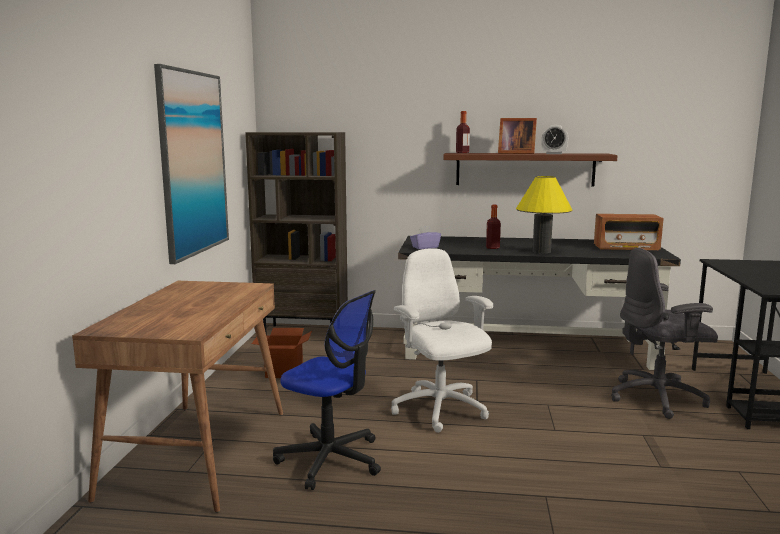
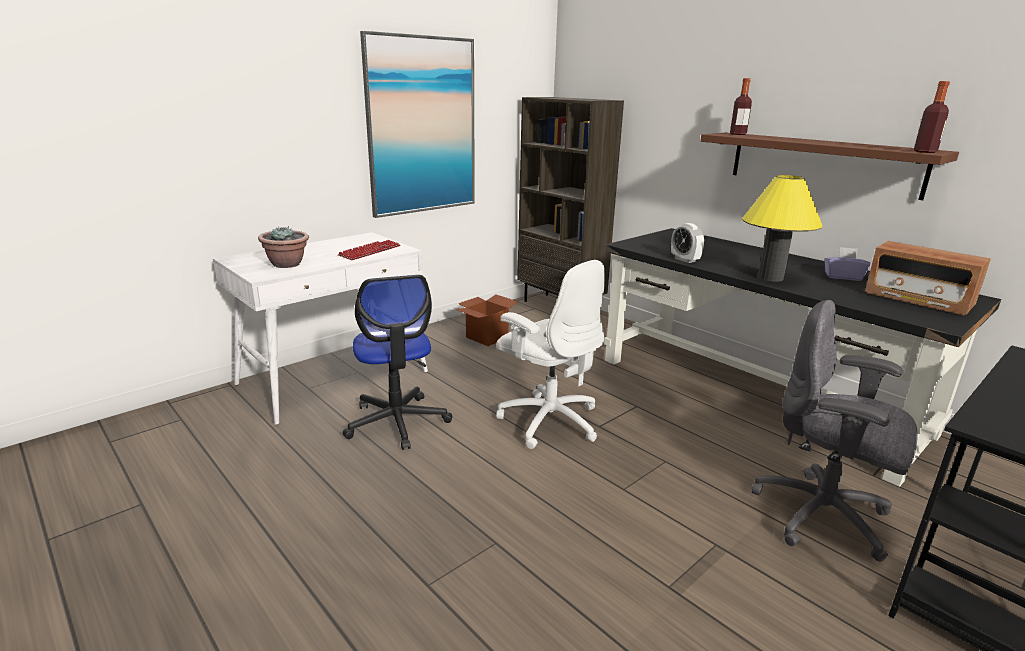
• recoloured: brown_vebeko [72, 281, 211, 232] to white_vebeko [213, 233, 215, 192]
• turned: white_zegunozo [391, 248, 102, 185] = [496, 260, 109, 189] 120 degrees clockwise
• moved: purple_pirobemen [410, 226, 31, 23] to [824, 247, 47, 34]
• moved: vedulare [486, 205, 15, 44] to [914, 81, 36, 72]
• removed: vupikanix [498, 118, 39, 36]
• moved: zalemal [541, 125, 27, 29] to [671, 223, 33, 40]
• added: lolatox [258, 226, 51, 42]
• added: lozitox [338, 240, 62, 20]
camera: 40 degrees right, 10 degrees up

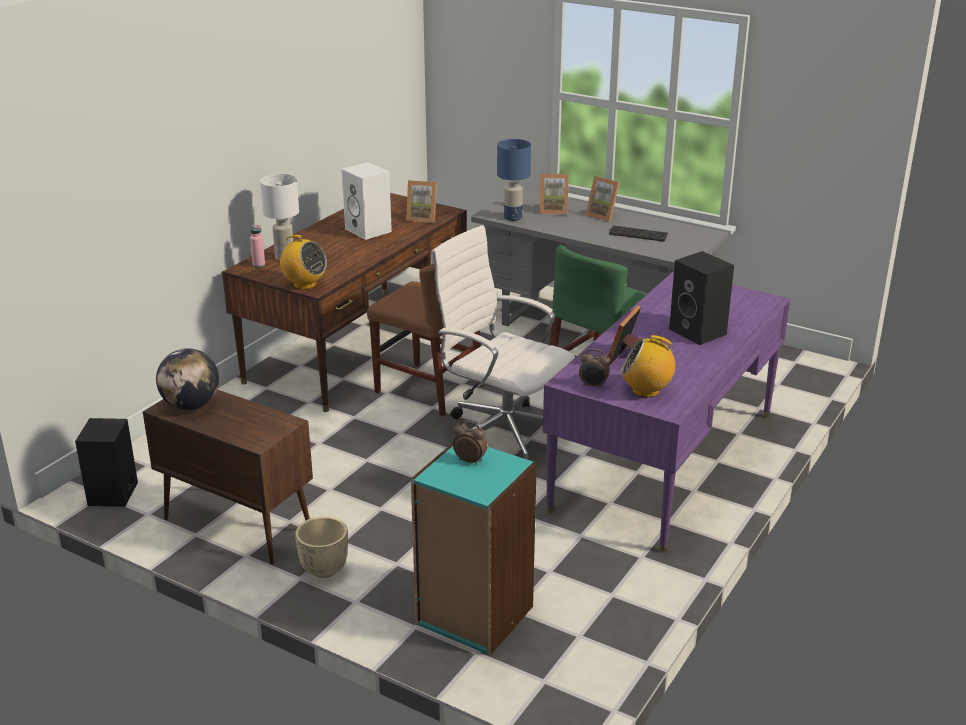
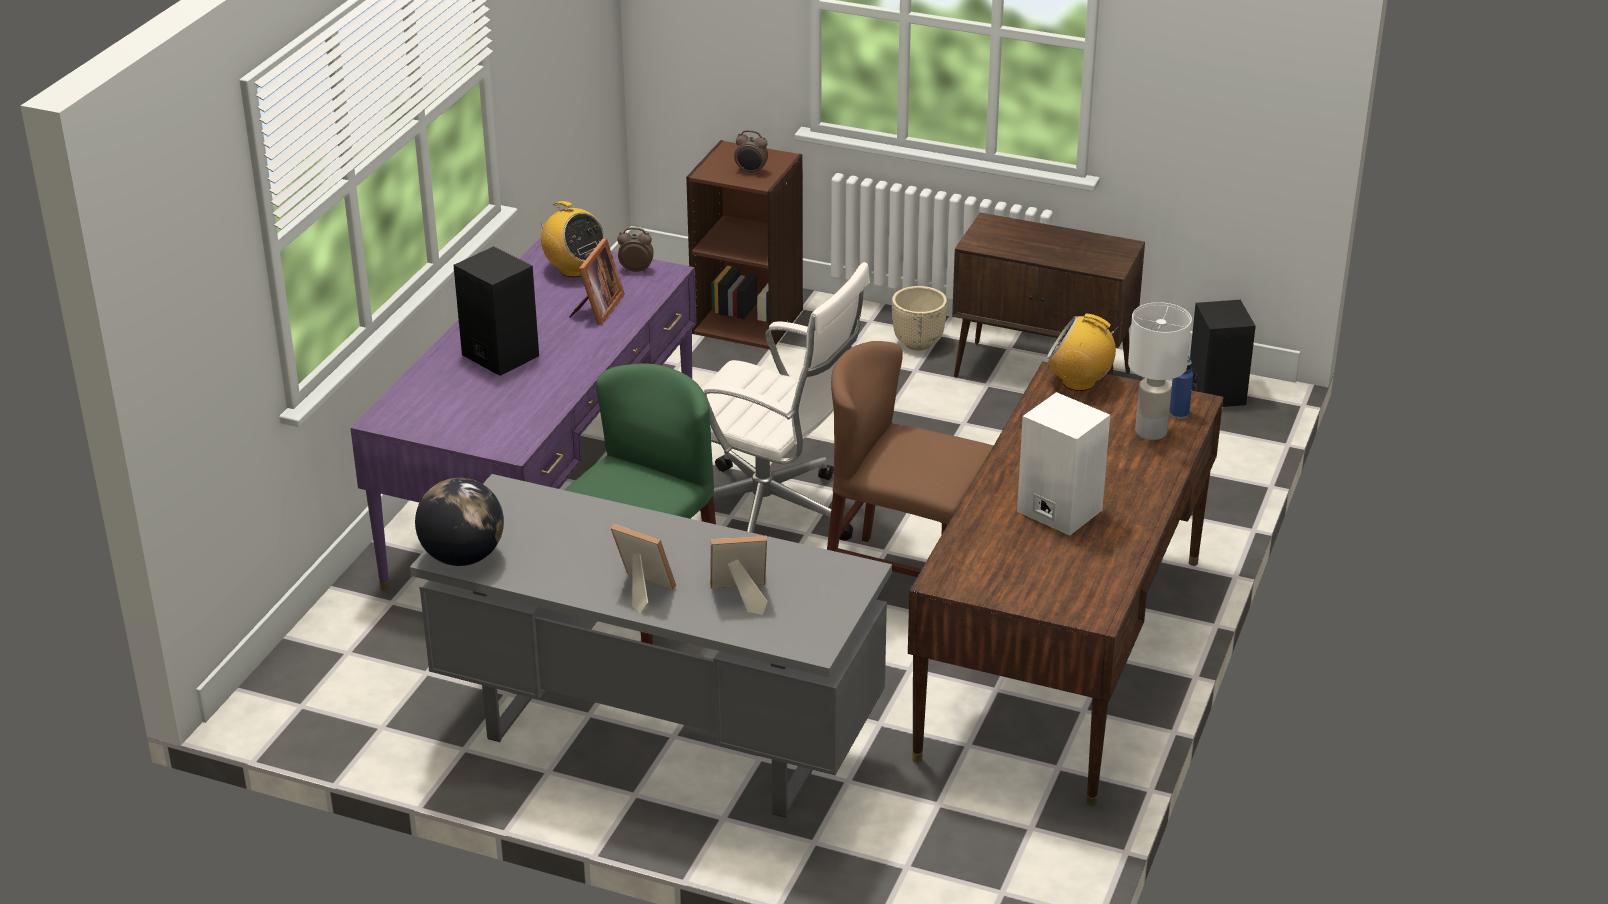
• moved: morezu [156, 348, 63, 62] to [415, 478, 89, 88]
• recoloured: pink_vedulare [250, 225, 15, 42] to blue_vedulare [1169, 356, 24, 63]
• removed: vupikanix [406, 180, 31, 43]
• recoloured: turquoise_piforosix [411, 443, 126, 213] to brown_piforosix [686, 140, 117, 210]
• removed: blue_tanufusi [497, 139, 34, 82]
• removed: lozitox [609, 226, 59, 16]
• turned: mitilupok [621, 335, 58, 63] = [536, 201, 69, 76] 45 degrees clockwise
camera: 170 degrees right, 5 degrees up

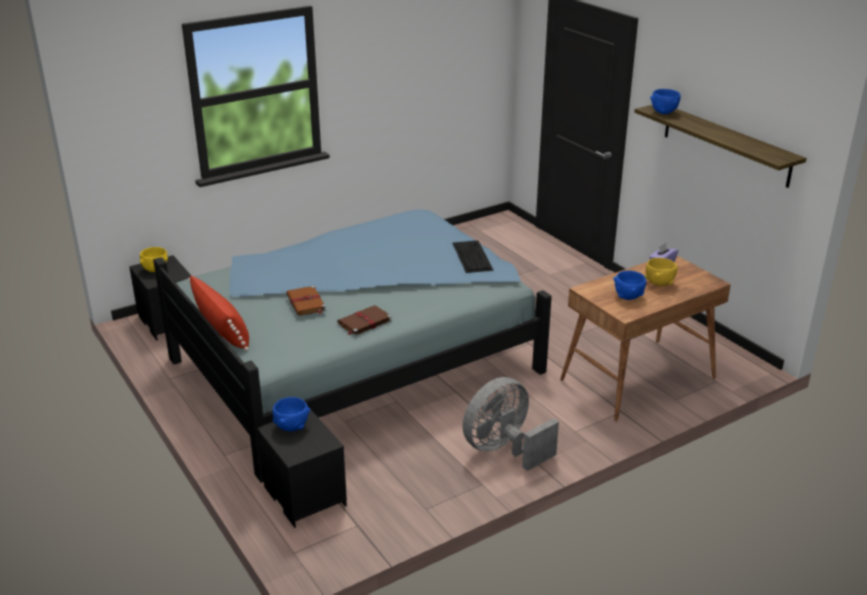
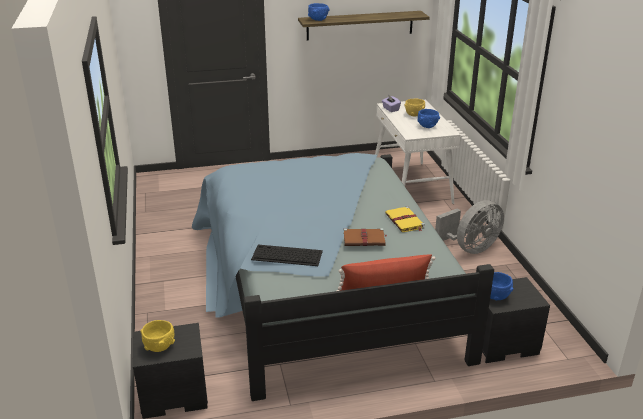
• recoloured: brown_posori [337, 305, 55, 31] to yellow_posori [385, 206, 40, 26]
• moved: lozitox [452, 240, 41, 33] to [251, 245, 72, 21]
• turned: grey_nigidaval [463, 377, 96, 94] = [435, 200, 69, 54] 105 degrees counterclockwise
• recoloured: brown_vebeko [560, 256, 171, 166] to white_vebeko [375, 100, 85, 104]
camera: 70 degrees left, 0 degrees up

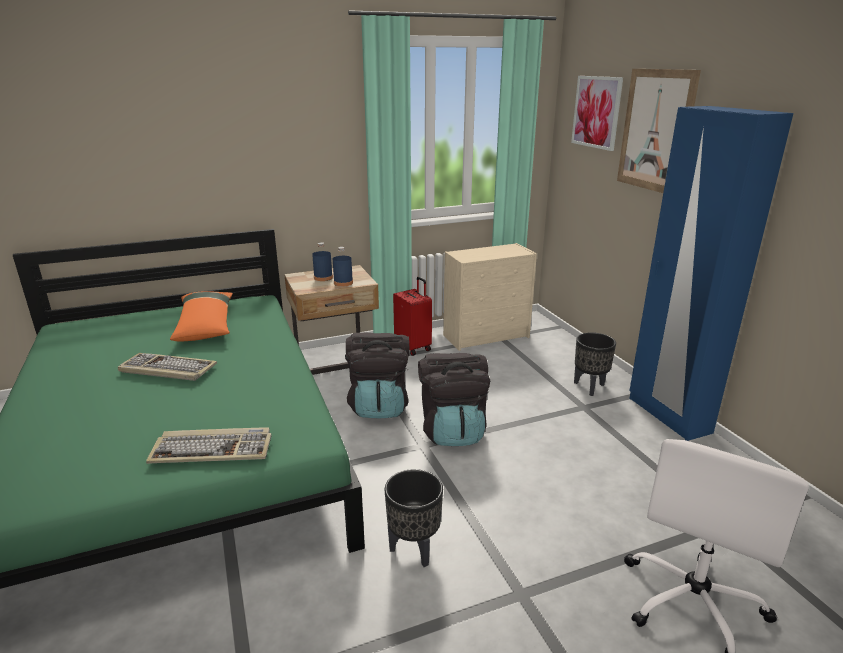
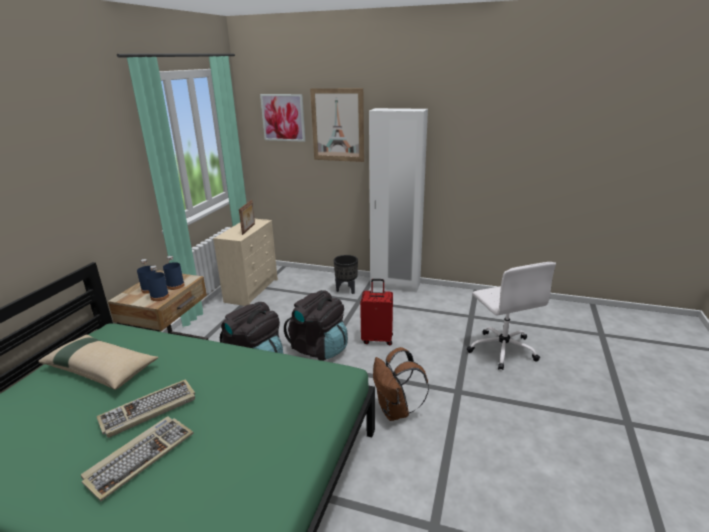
• moved: lozitox [146, 427, 126, 37] to [81, 416, 112, 85]
• recoloured: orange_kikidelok [170, 291, 63, 50] to beige_kikidelok [38, 334, 121, 56]
• replaced: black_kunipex [385, 469, 58, 98] to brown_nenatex [373, 347, 56, 74]
• moved: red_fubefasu [393, 277, 39, 79] to [360, 279, 33, 67]
• recoloured: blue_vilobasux [629, 106, 165, 335] to white_vilobasux [369, 108, 59, 184]
• added: blue_vedulare [146, 265, 23, 36]
• added: vupikanix [239, 200, 16, 35]
camera: 50 degrees left, 0 degrees up

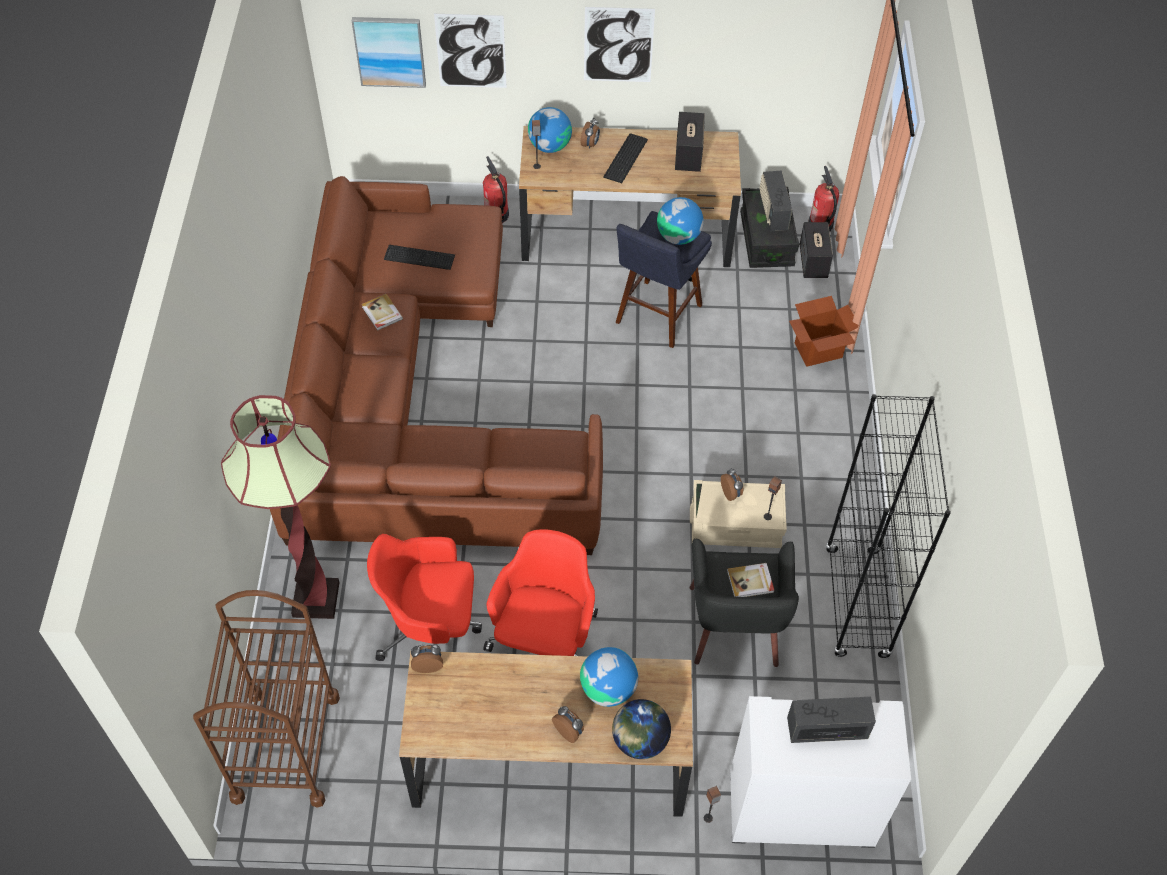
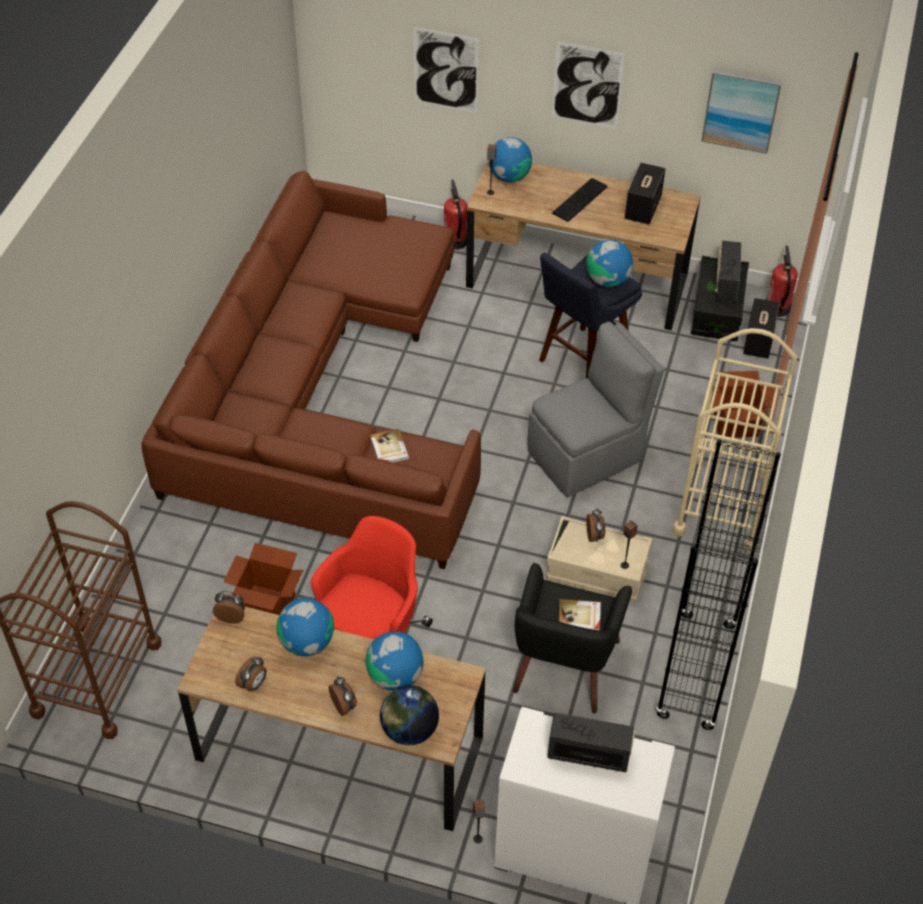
• removed: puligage [221, 395, 118, 224]
• moved: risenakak [352, 17, 74, 71] to [702, 70, 80, 84]
• moved: posori [361, 294, 42, 37] to [370, 429, 39, 34]
• replaced: red_zegunozo [367, 534, 115, 127] to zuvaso [223, 543, 80, 72]
• removed: lozitox [384, 245, 71, 25]
• moved: zalemal [581, 118, 19, 31] to [235, 657, 31, 34]
• added: morezu [276, 598, 58, 58]
• added: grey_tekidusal [528, 322, 137, 175]
• added: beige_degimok [672, 328, 125, 225]
camera: 15 degrees right, 5 degrees down

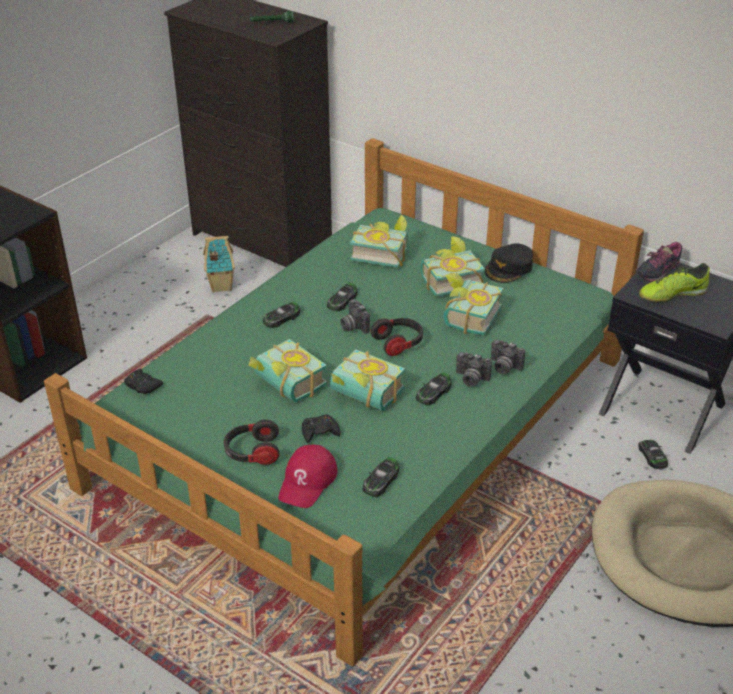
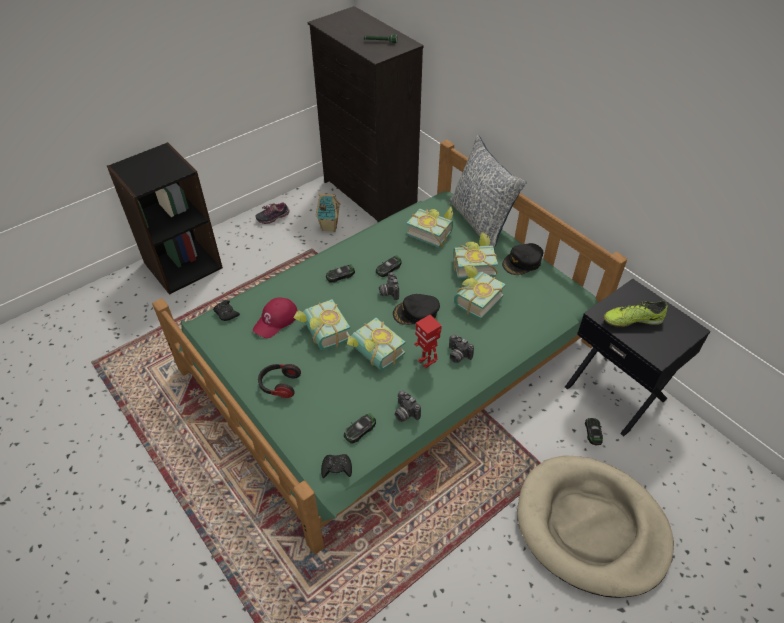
• moved: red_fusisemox [278, 445, 60, 63] to [253, 297, 45, 41]
• moved: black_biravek [302, 414, 39, 29] to [321, 454, 31, 24]
• replaced: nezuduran [370, 318, 53, 38] to black_fusisemox [393, 294, 47, 31]
• replaced: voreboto [416, 372, 36, 33] to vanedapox [414, 315, 28, 54]
• moved: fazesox [491, 339, 34, 35] to [395, 390, 26, 32]
• moved: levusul [636, 242, 46, 41] to [255, 202, 35, 22]
• added: kikidelok [449, 135, 78, 114]
camera: 15 degrees right, 10 degrees up

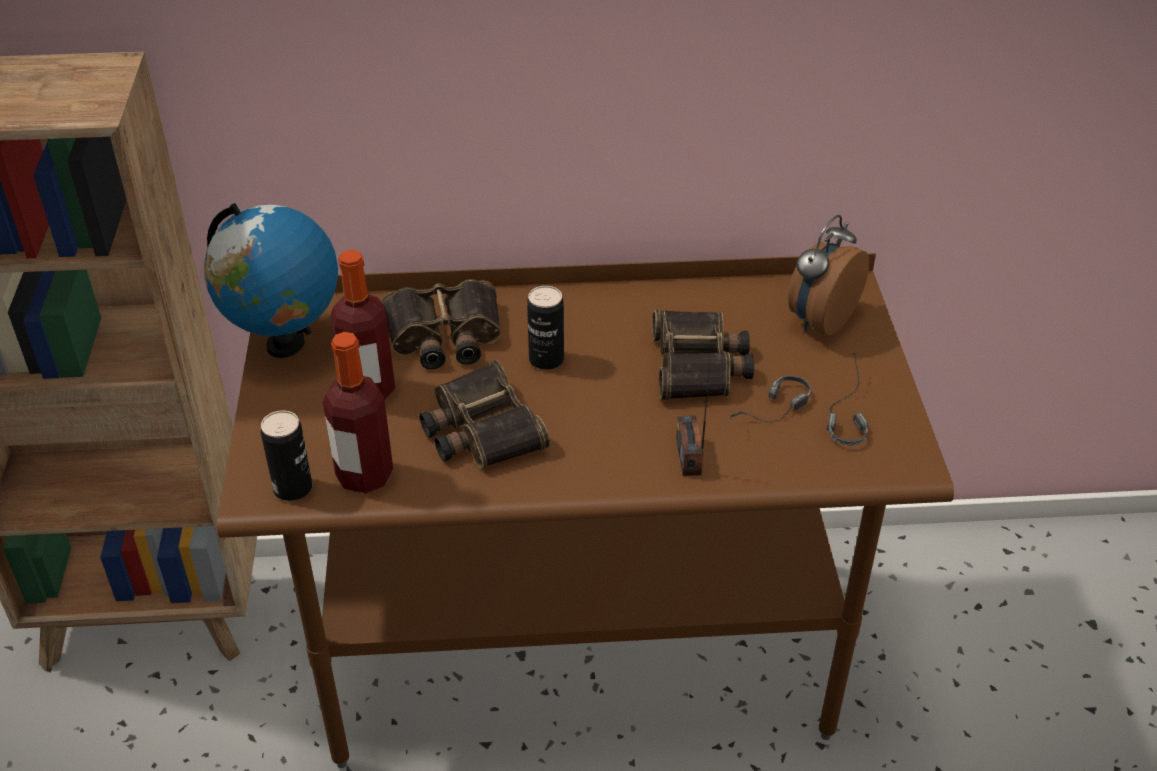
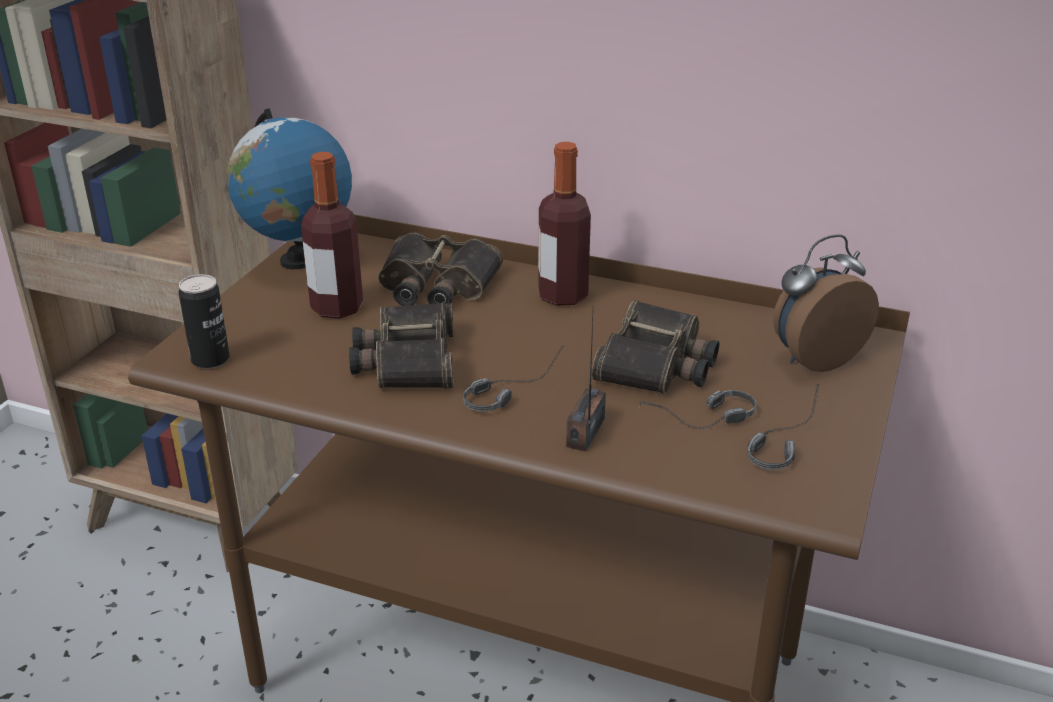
• moved: vedulare [323, 332, 70, 162] to [538, 142, 53, 164]
• removed: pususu [527, 286, 37, 84]
• added: nezuduran [463, 346, 102, 65]
camera: 25 degrees right, 10 degrees down

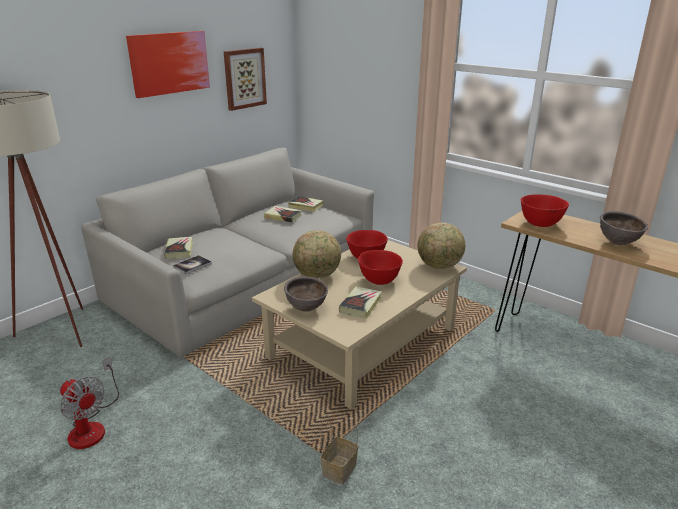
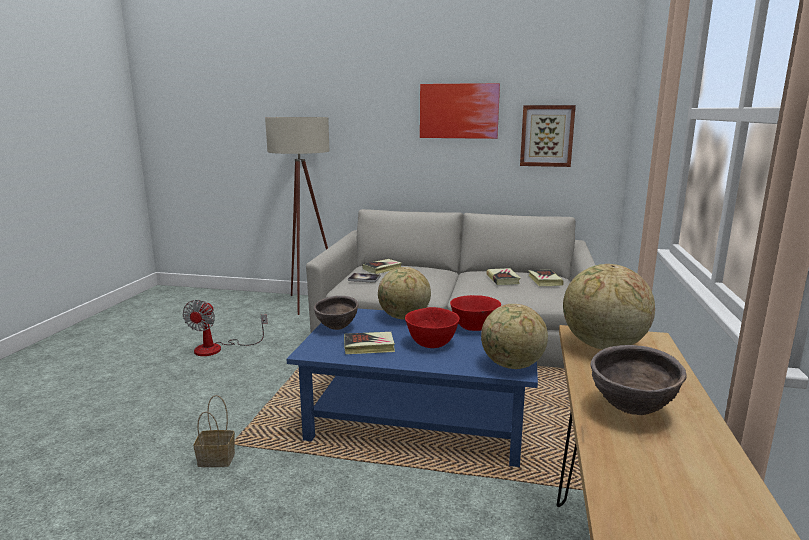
• recoloured: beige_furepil [252, 240, 215, 169] to blue_furepil [286, 309, 252, 158]
• replaced: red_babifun [521, 194, 48, 33] to morezu [563, 264, 92, 86]
camera: 60 degrees right, 10 degrees down

